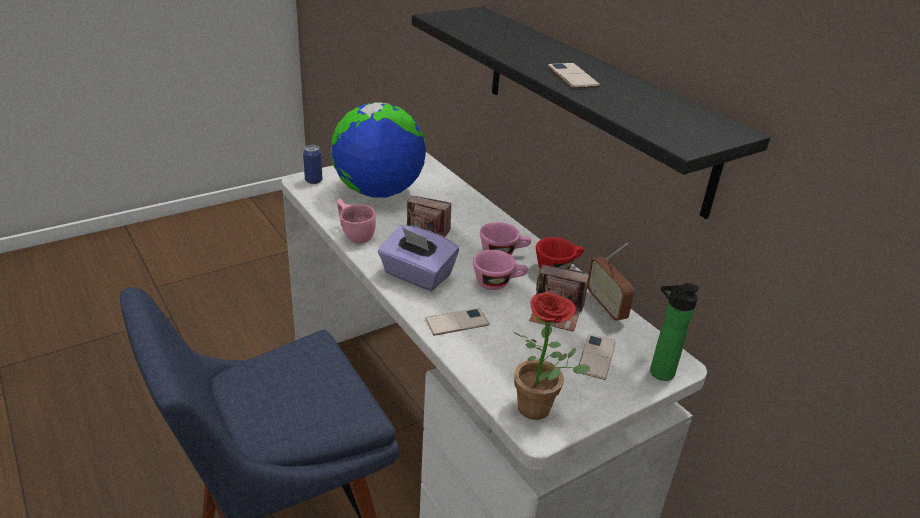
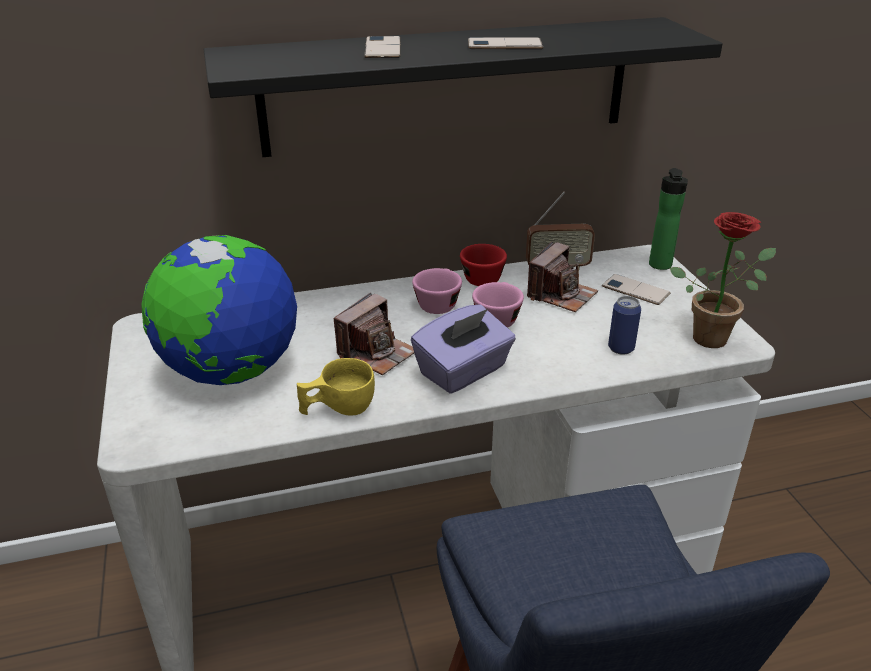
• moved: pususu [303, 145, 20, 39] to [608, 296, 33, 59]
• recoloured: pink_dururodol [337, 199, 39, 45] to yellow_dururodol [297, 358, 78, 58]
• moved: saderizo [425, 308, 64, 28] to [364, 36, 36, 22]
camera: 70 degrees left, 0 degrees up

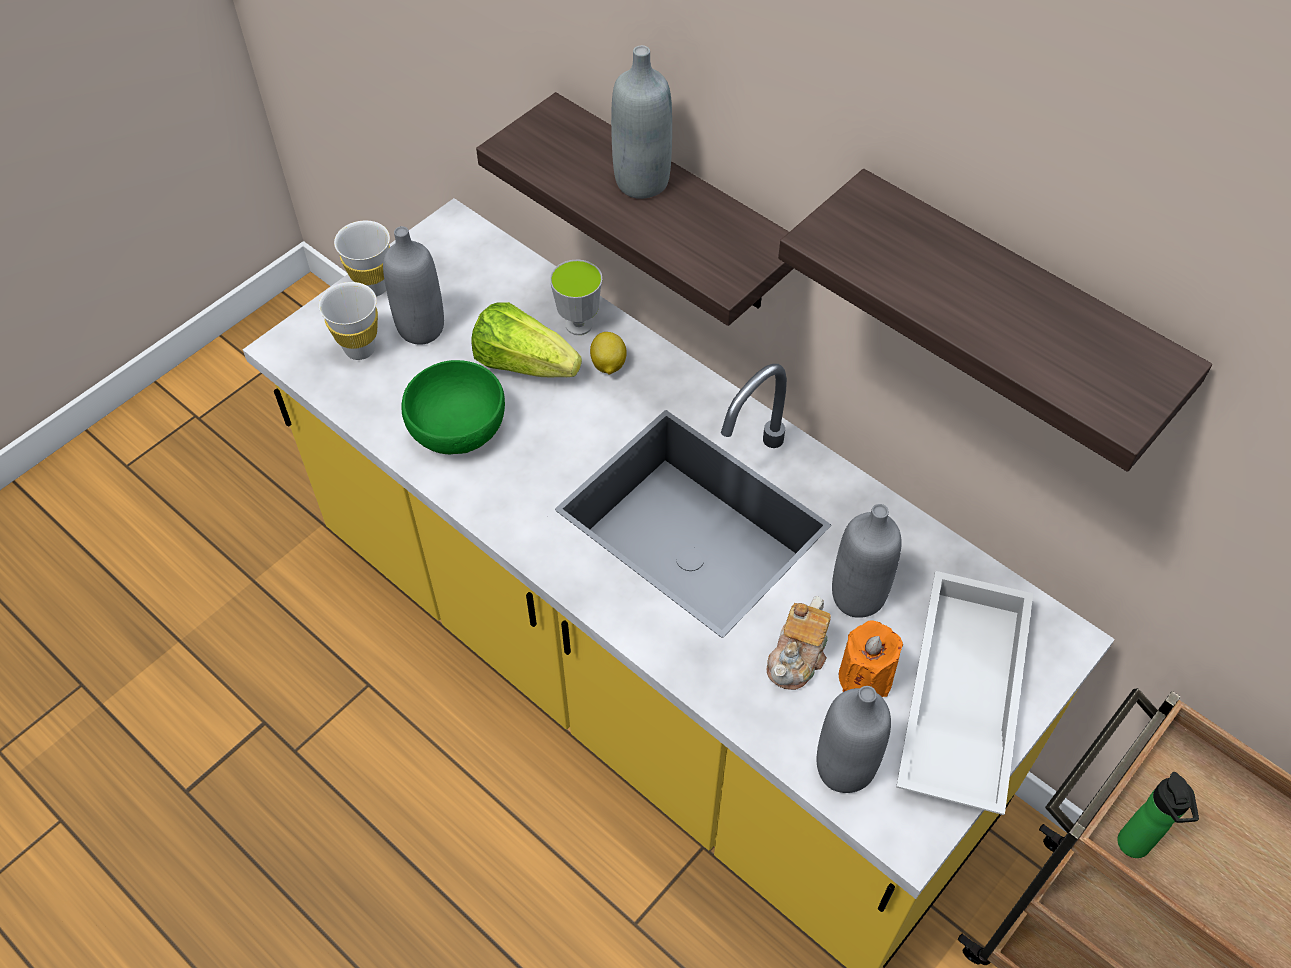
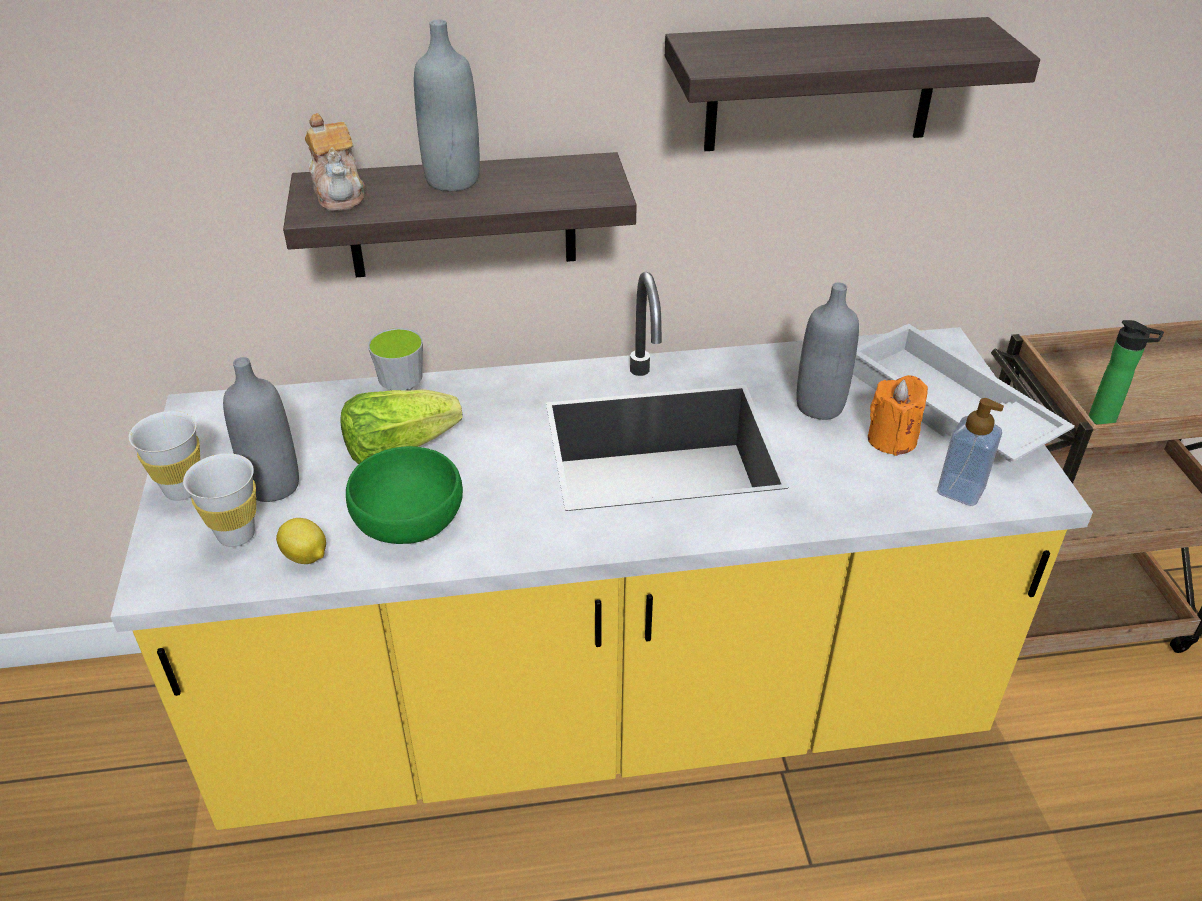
• moved: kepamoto [590, 332, 37, 42] to [276, 518, 50, 46]
• moved: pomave [767, 596, 64, 94] to [305, 113, 60, 98]
• replaced: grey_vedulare [817, 686, 74, 107] to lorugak [937, 398, 67, 108]
camera: 50 degrees left, 15 degrees down

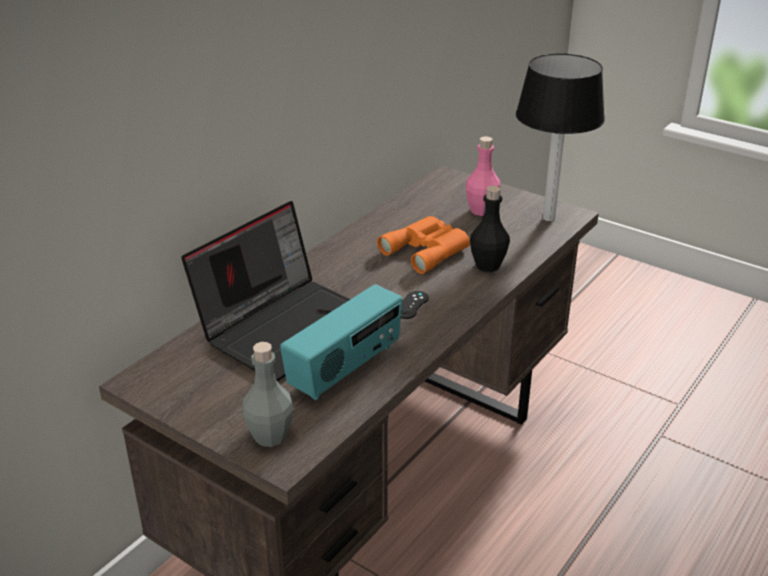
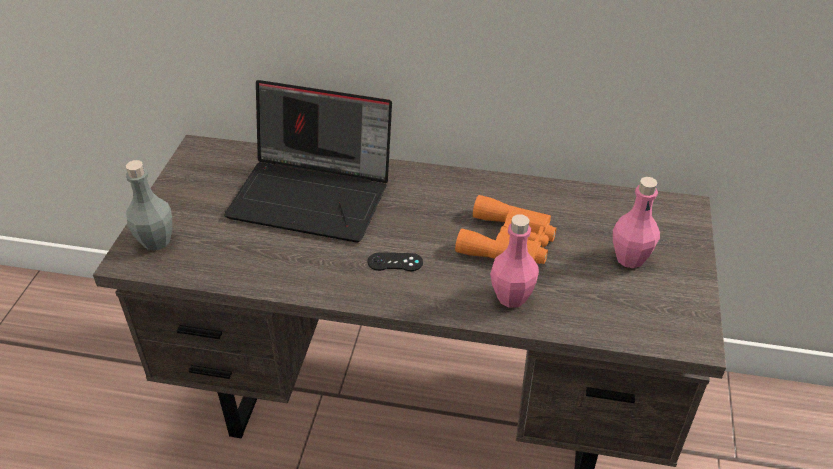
• removed: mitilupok [280, 284, 122, 117]
• recoloured: black_vedulare [470, 186, 40, 86] to pink_vedulare [490, 214, 49, 94]
• removed: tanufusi [516, 54, 89, 167]
camera: 65 degrees right, 10 degrees up

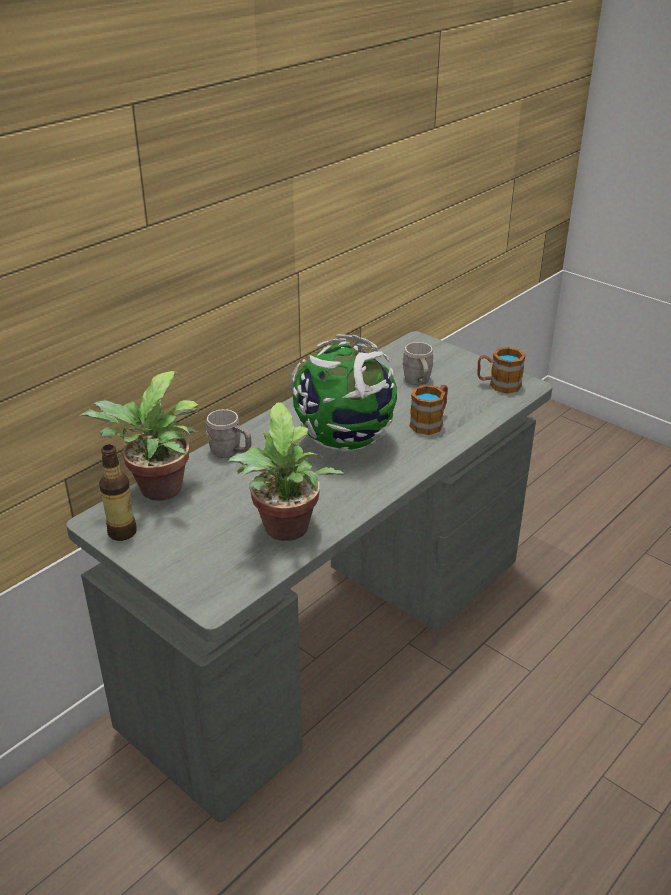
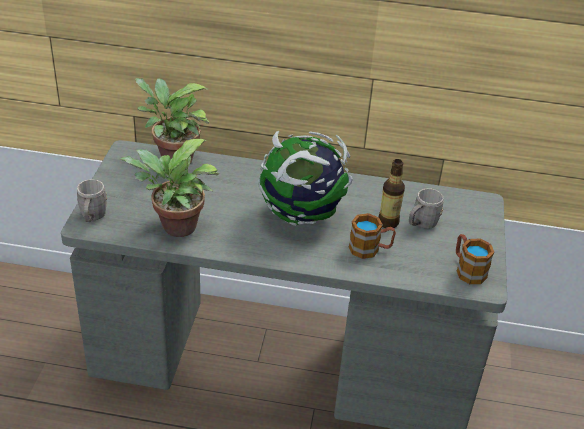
• moved: vedulare [99, 445, 38, 96] to [379, 159, 26, 69]
• moved: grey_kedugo [206, 409, 45, 49] to [77, 179, 30, 43]
camera: 55 degrees right, 5 degrees up

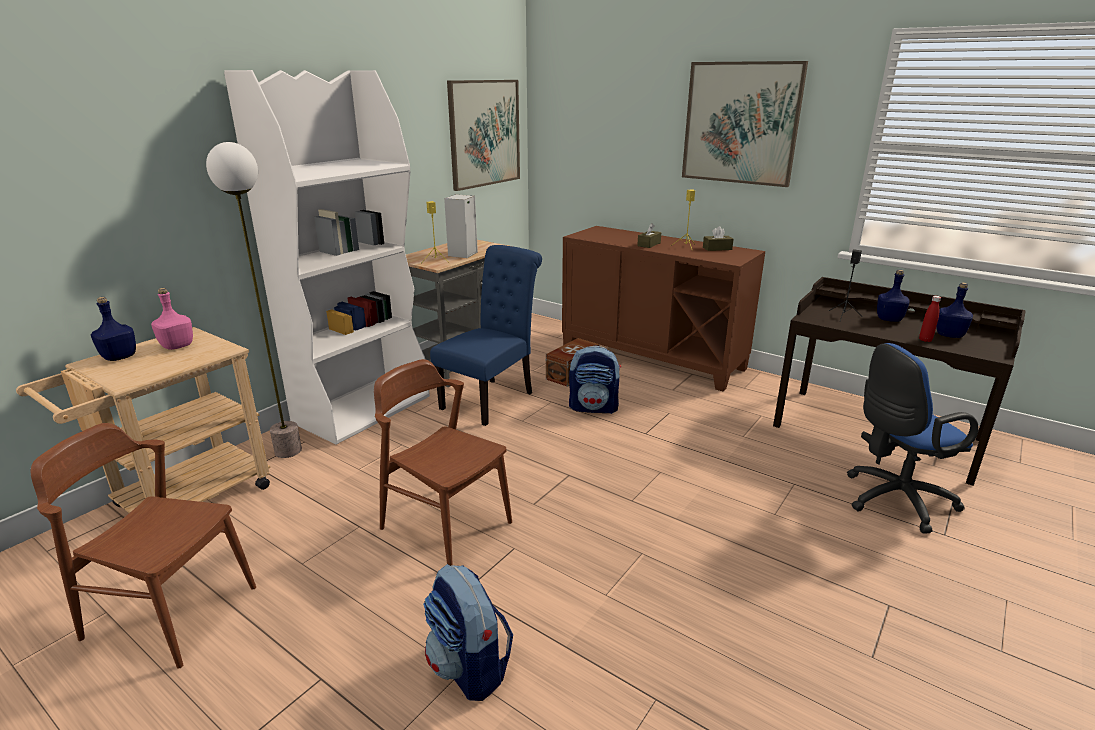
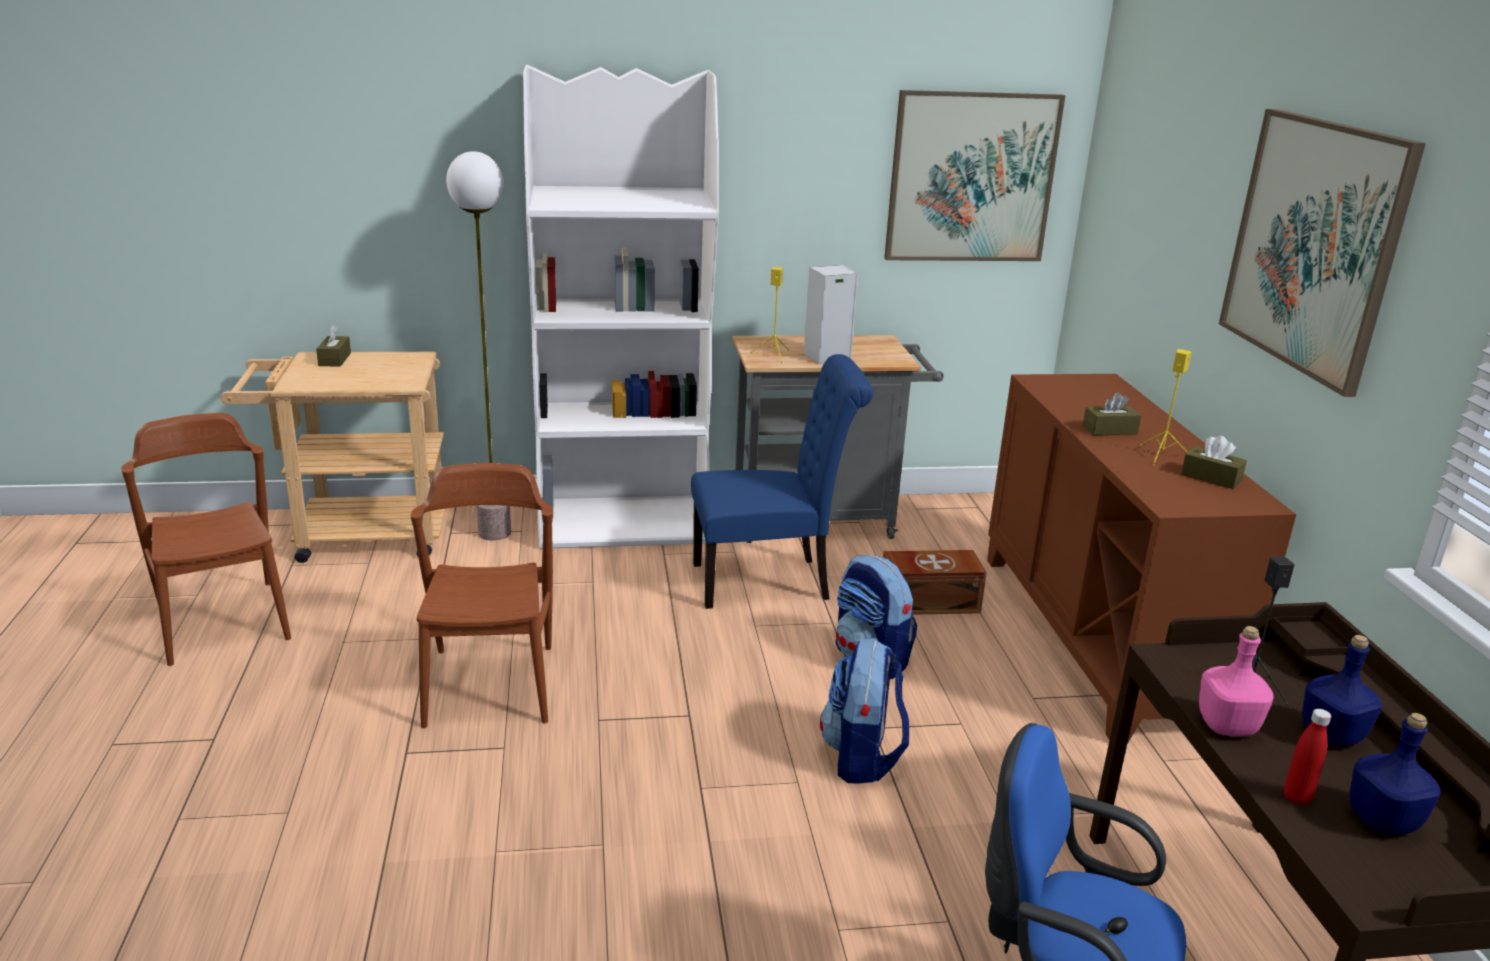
• replaced: blue_vedulare [91, 297, 45, 64] to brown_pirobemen [316, 326, 35, 41]
• moved: pink_vedulare [151, 288, 42, 62] to [1199, 626, 75, 111]
• moved: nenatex [423, 564, 90, 137] to [820, 638, 89, 146]
camera: 45 degrees right, 0 degrees up

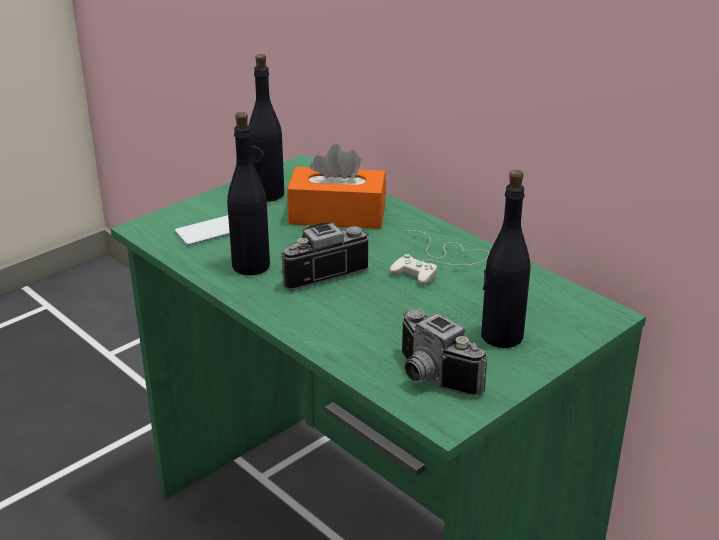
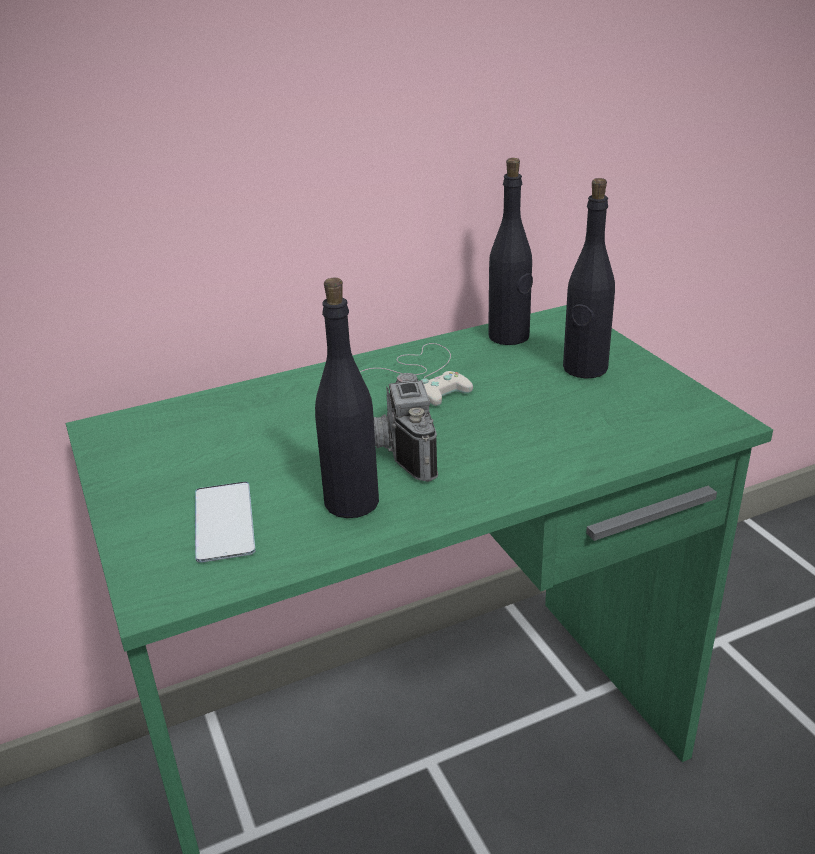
• moved: black_vedulare [249, 54, 35, 148] to [488, 158, 45, 187]
• removed: orange_pirobemen [287, 144, 99, 85]
• removed: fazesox [402, 309, 85, 87]
camera: 70 degrees left, 0 degrees up

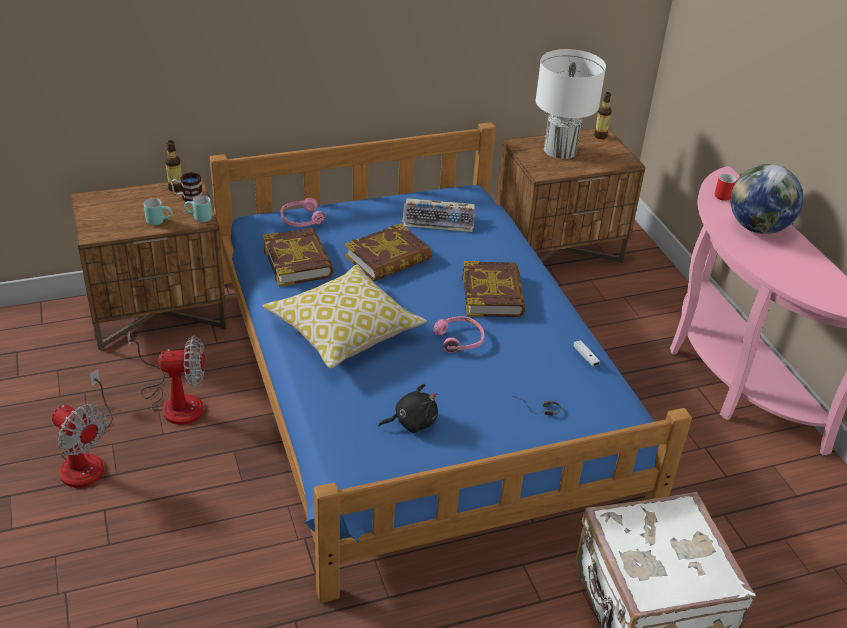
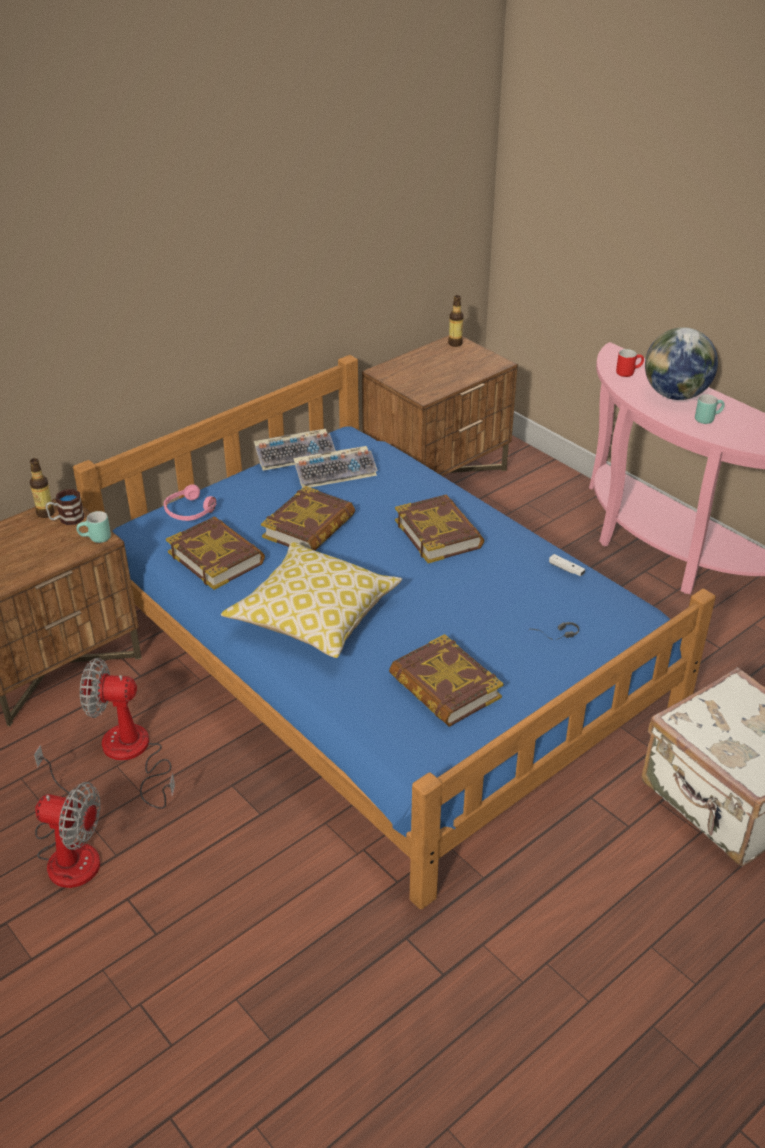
• turned: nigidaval [127, 331, 78, 94] = [80, 658, 95, 151] 150 degrees counterclockwise
• moved: turquoise_kedugo [144, 198, 28, 27] to [695, 394, 30, 30]
• replaced: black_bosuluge [378, 384, 60, 49] to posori [389, 634, 114, 93]
• removed: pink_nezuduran [433, 316, 51, 37]
• removed: white_tanufusi [536, 49, 70, 110]
• added: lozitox [254, 429, 82, 42]
camera: 20 degrees left, 0 degrees up

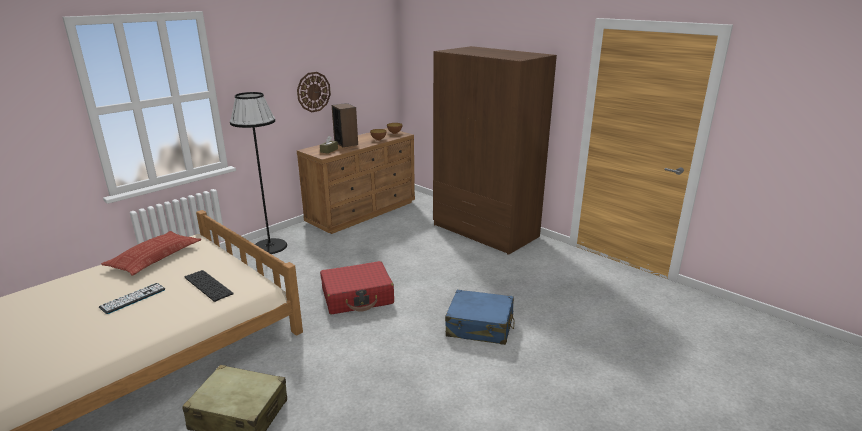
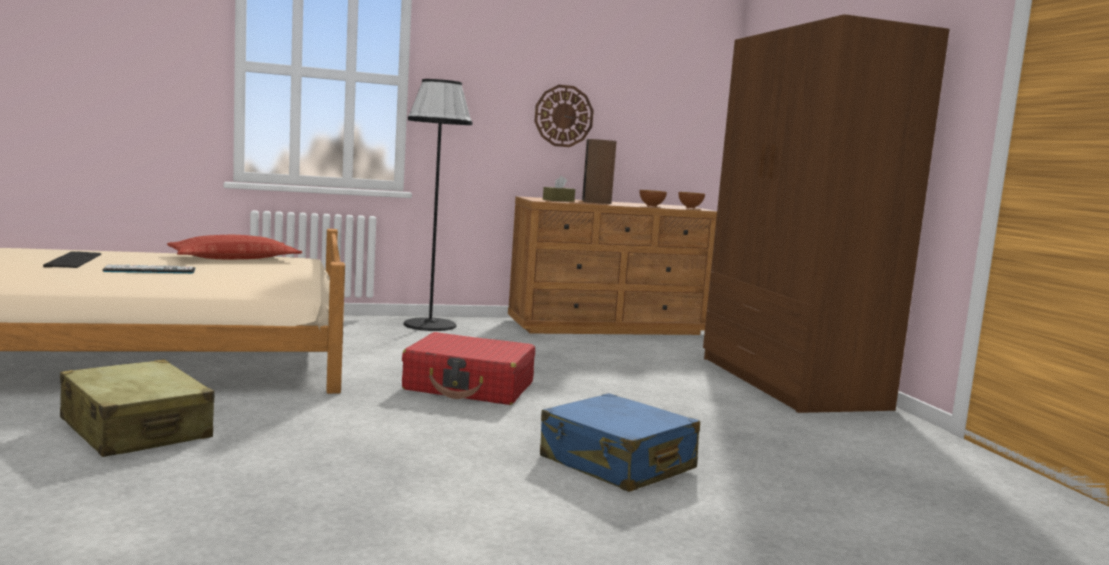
• moved: lozitox [184, 270, 50, 32] to [43, 251, 58, 17]
camera: 30 degrees right, 15 degrees down

